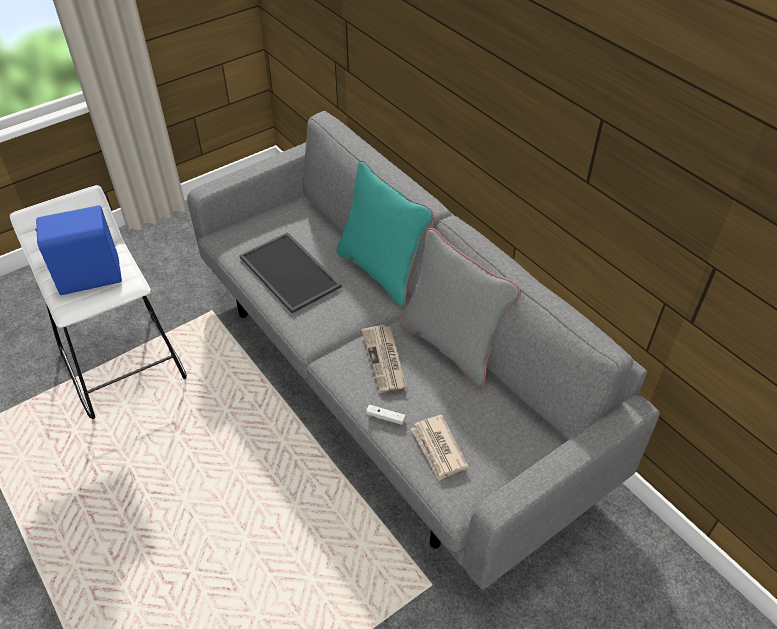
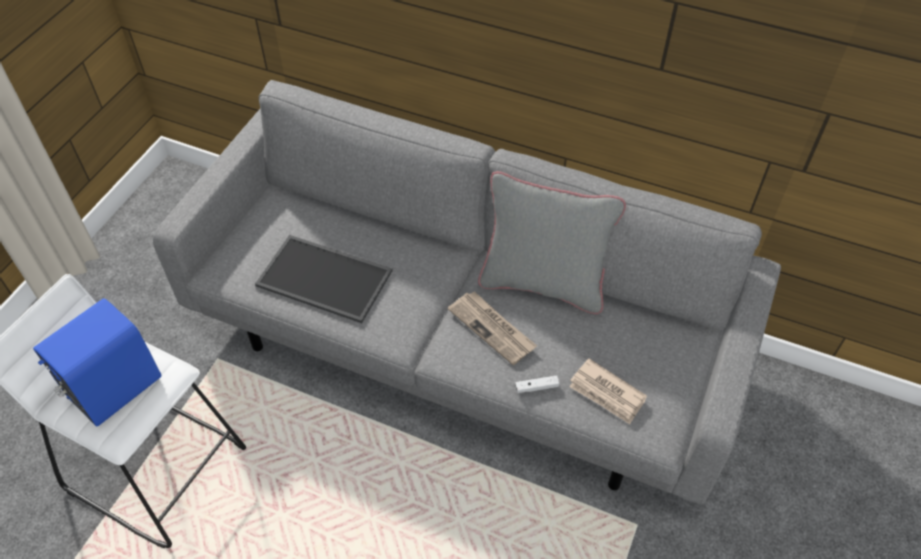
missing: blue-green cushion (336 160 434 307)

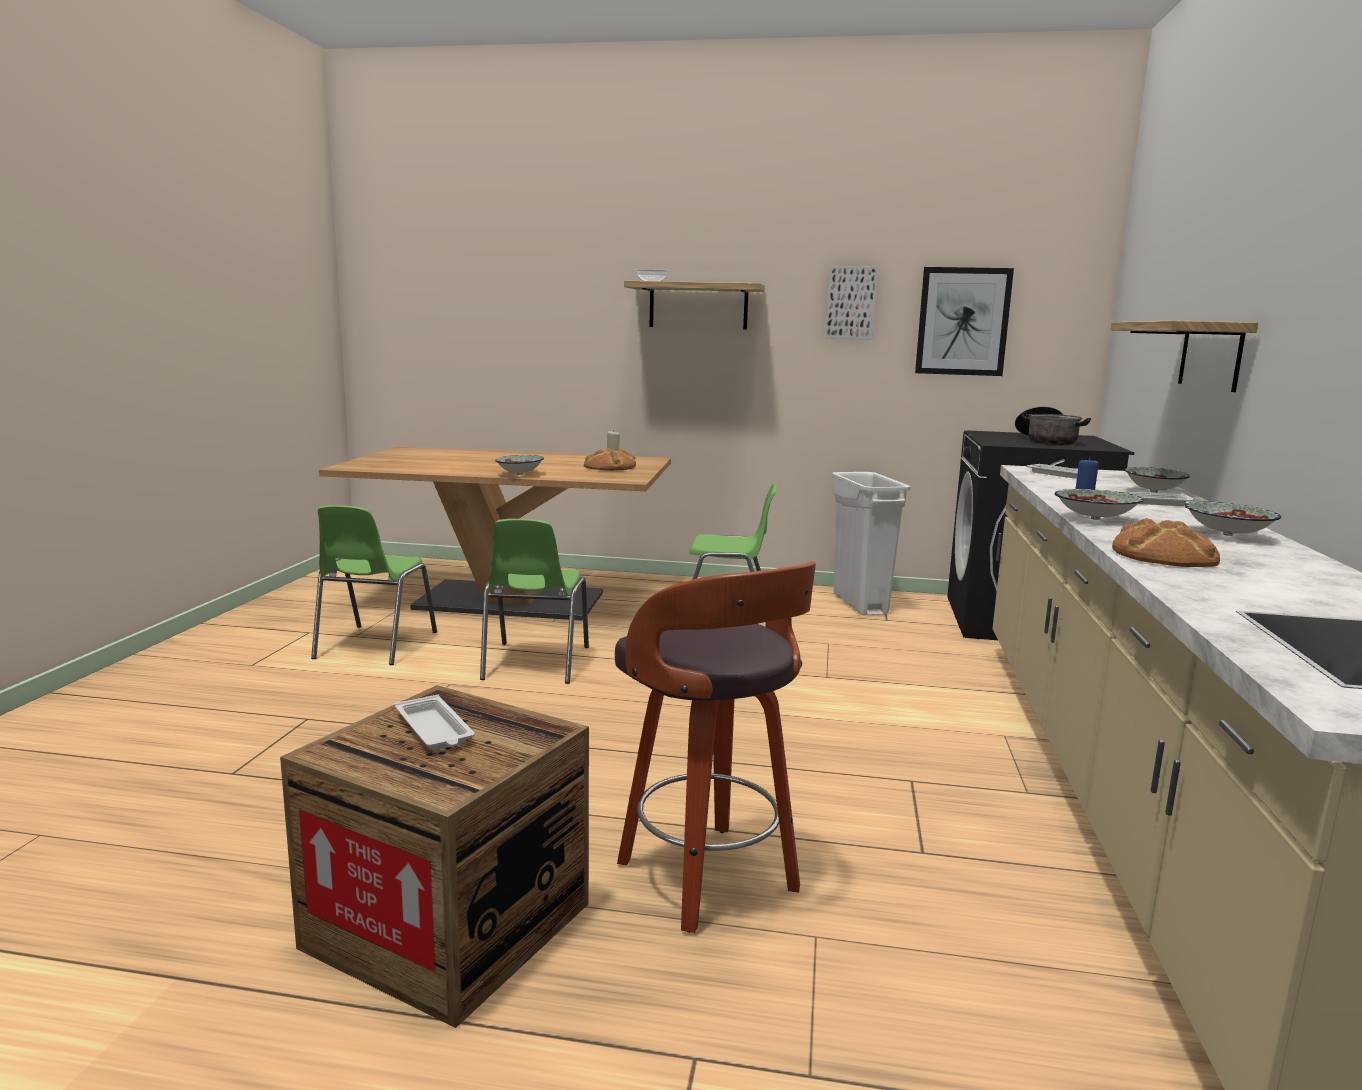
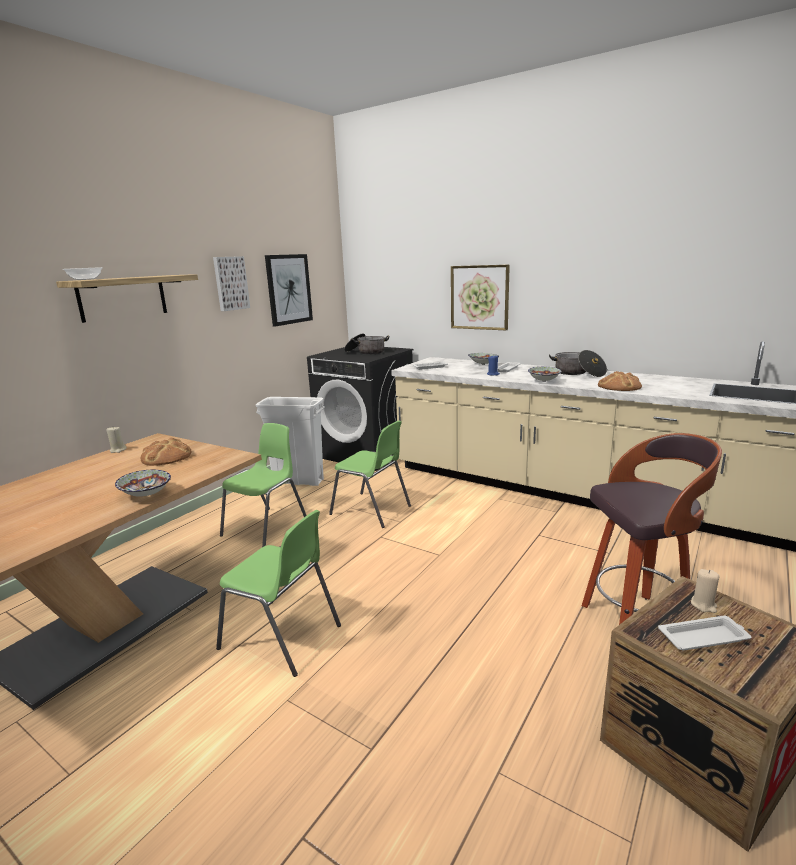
appeared: beige wax candle (691 569 719 613)
relocated: greenish plain chair (311 505 437 665) to (329 420 411 528)
exchanged: bracket shelf (1110 320 1258 392) to picture (451 265 510 330); bowl (1185 502 1281 536) to stockpot (549 350 607 377)

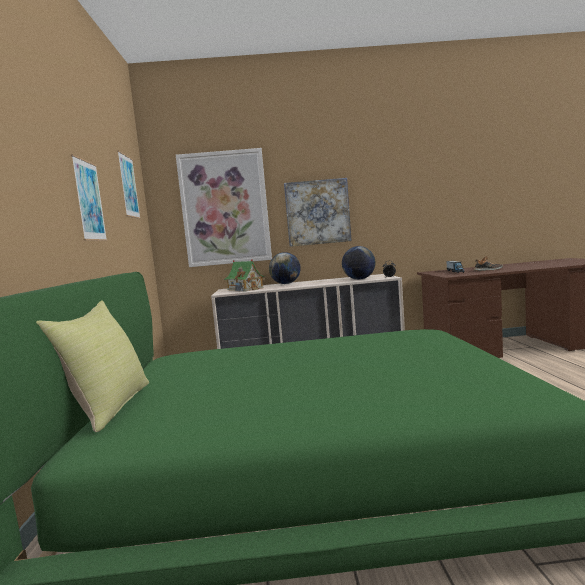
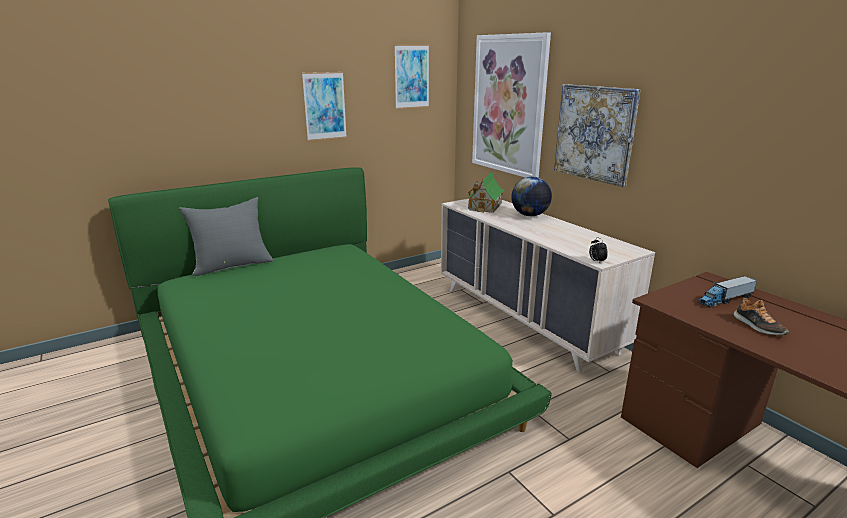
missing: desk globe (342 246 375 280)
colour: yellow cushion (36 300 149 432) to greyish cushion (179 197 274 276)

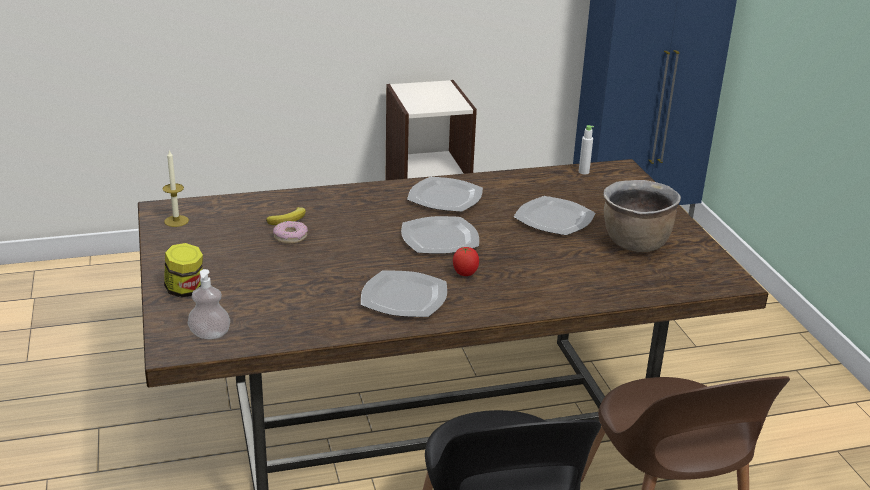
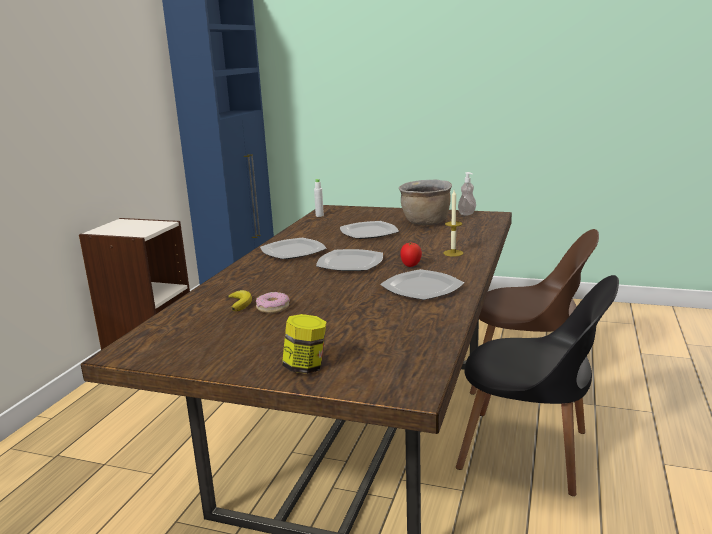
relocated: wax candle (163 149 189 227) to (443 190 463 257); soap bottle (188 269 230 339) to (458 172 476 215)

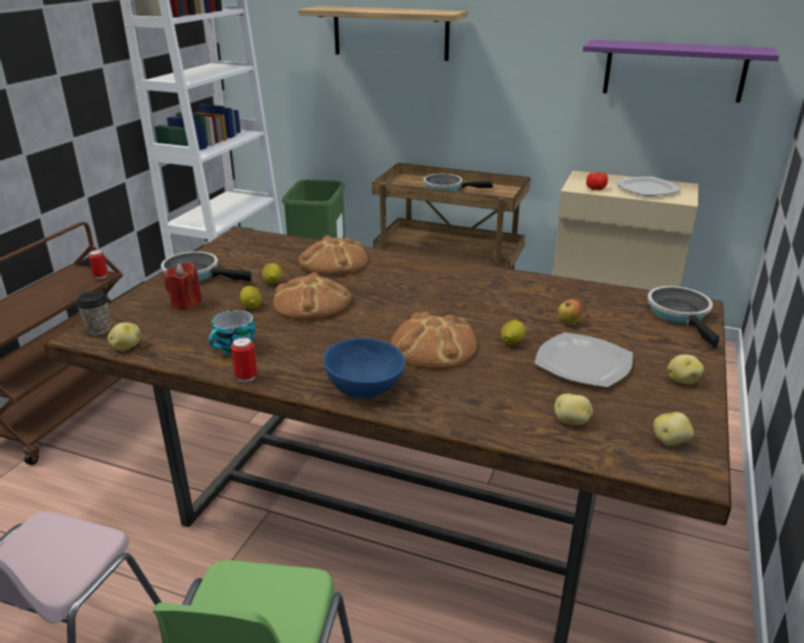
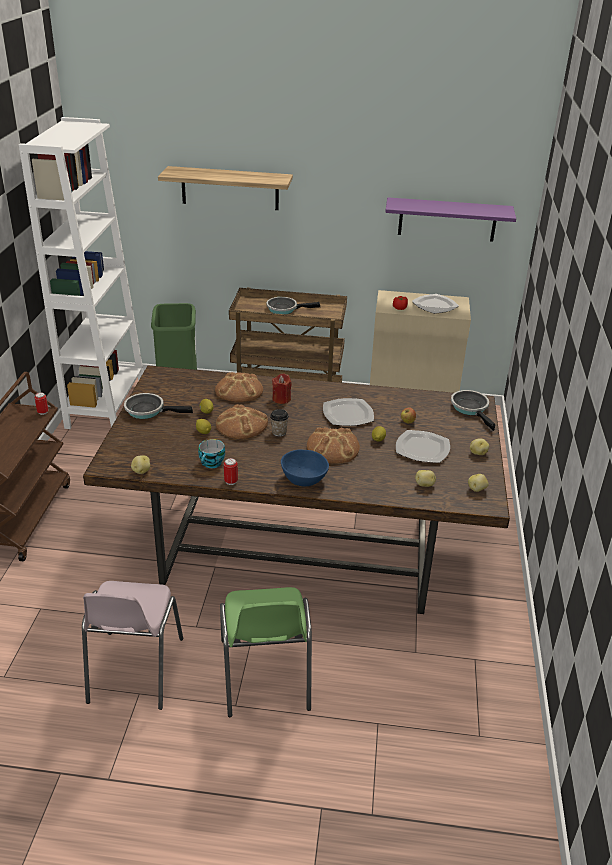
appeared: plate (323 398 374 426)
relocated: red wax candle (165 262 202 310) to (272 373 291 404); small cup (76 291 111 335) to (270 409 289 437)

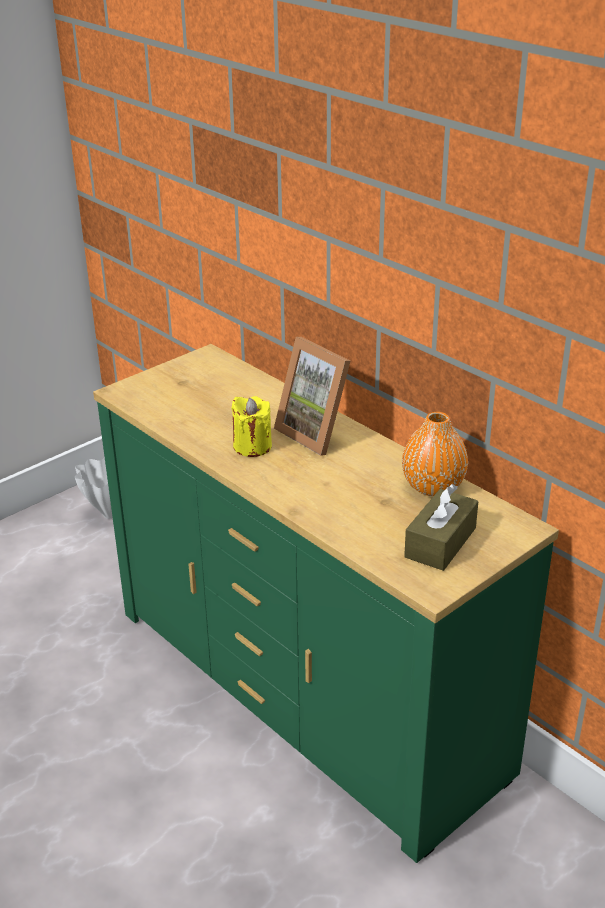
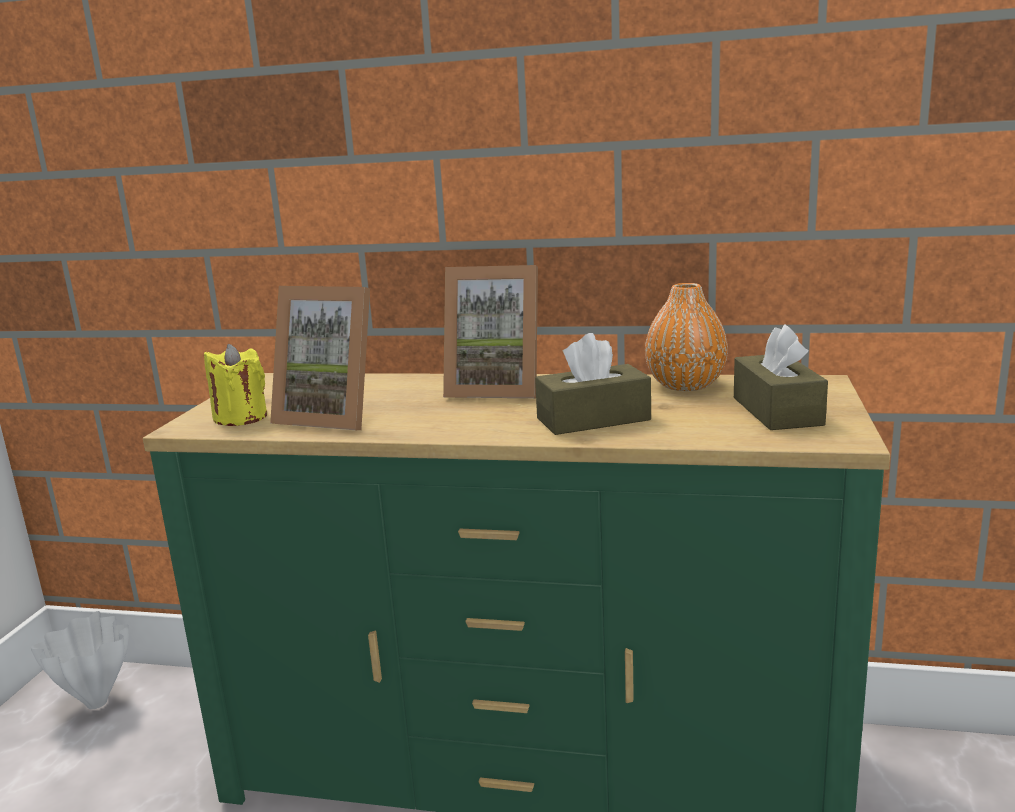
appeared: photo frame (270 286 370 430); brownish box of tissues (535 333 651 435)
relocated: yellow wax candle (231 396 272 457) to (204 344 267 426)

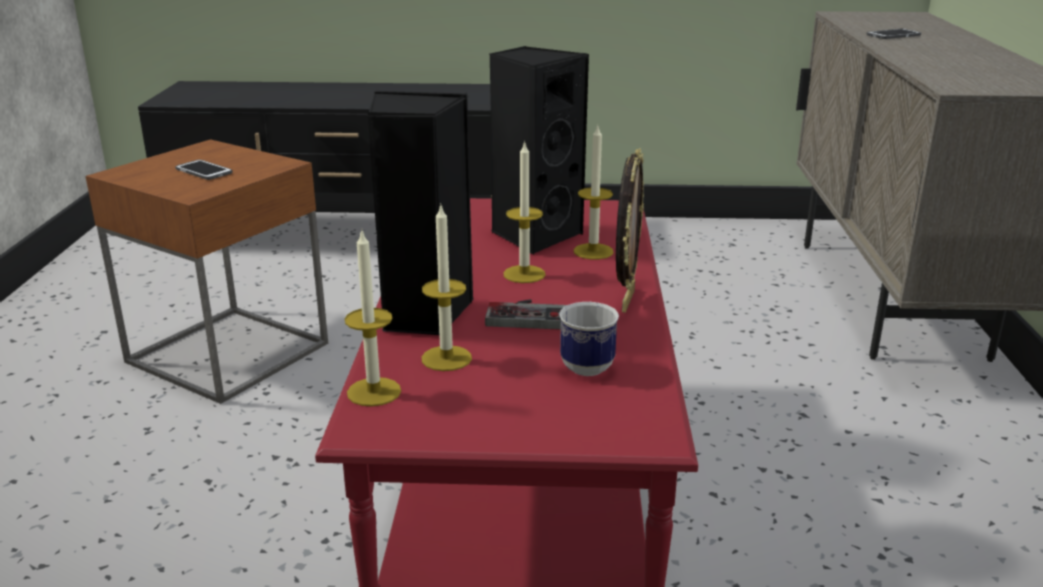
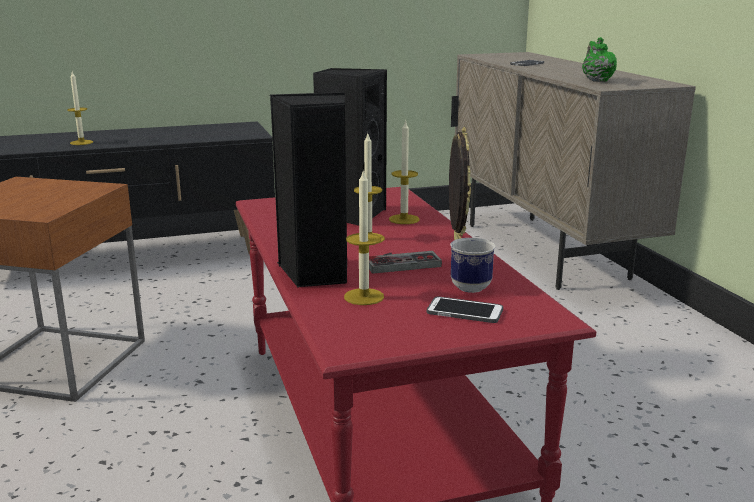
appeared: greenish pot for tea (582 37 617 82)
relocated: handset (175 160 233 180) to (427 296 503 323); wax candle (345 231 401 407) to (67 72 93 145)

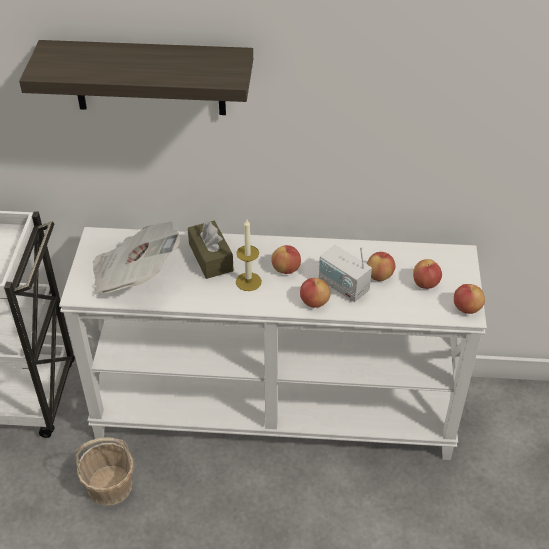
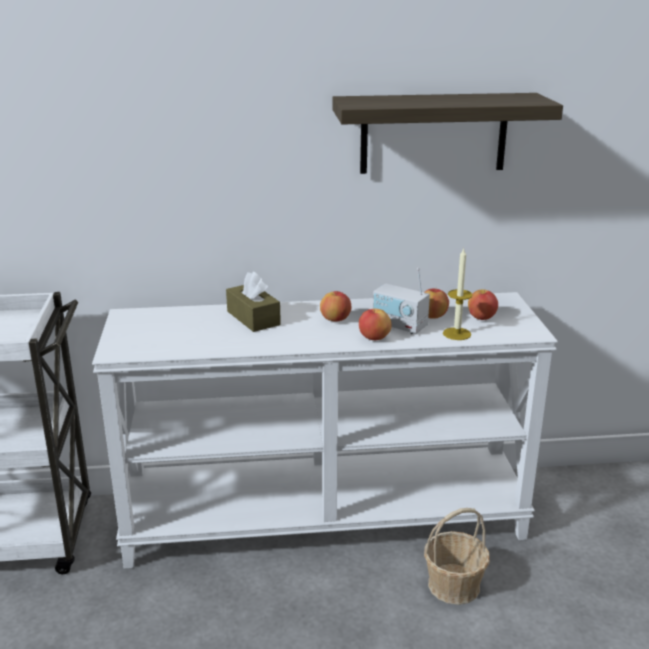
missing: daily paper (93 221 180 294); apple (454 284 485 314)
relocated: bracket shelf (19 40 253 115) to (332 93 563 174); wax candle (236 219 262 291) to (443 248 473 340); basket (75 437 134 506) to (424 508 490 605)

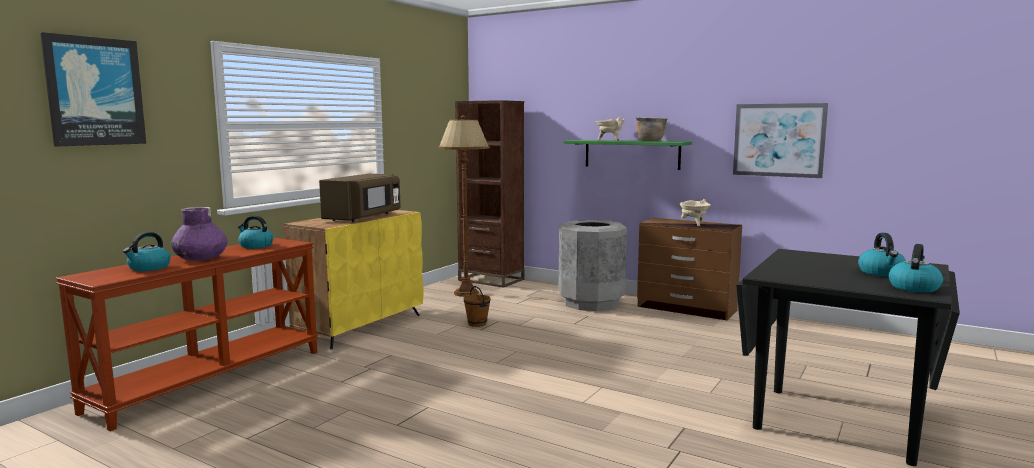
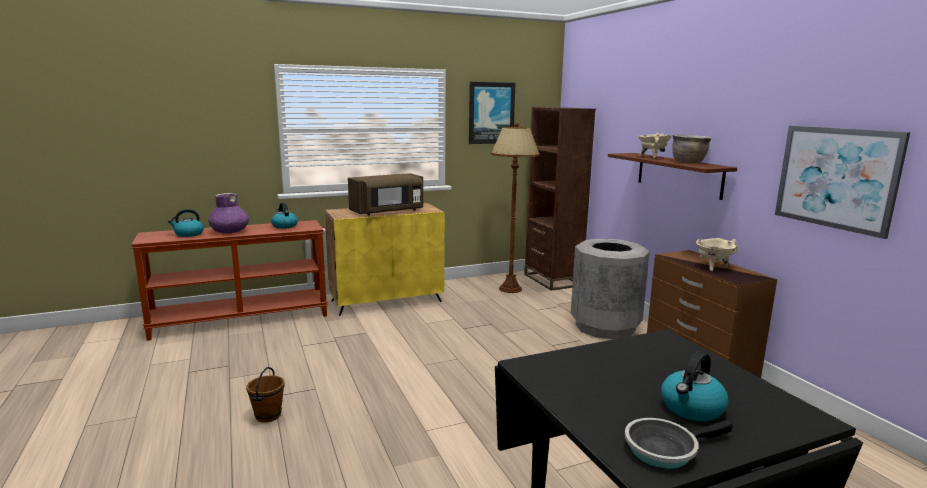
relocated: picture (40 32 146 147) to (469 82 516 144); brownish pail (464 286 491 327) to (246 367 285 423)
exchanged: tea kettle (889 244 943 293) to skillet (625 418 733 469)
colour: greenish bracket shelf (563 140 692 170) to brownish bracket shelf (608 153 737 200)

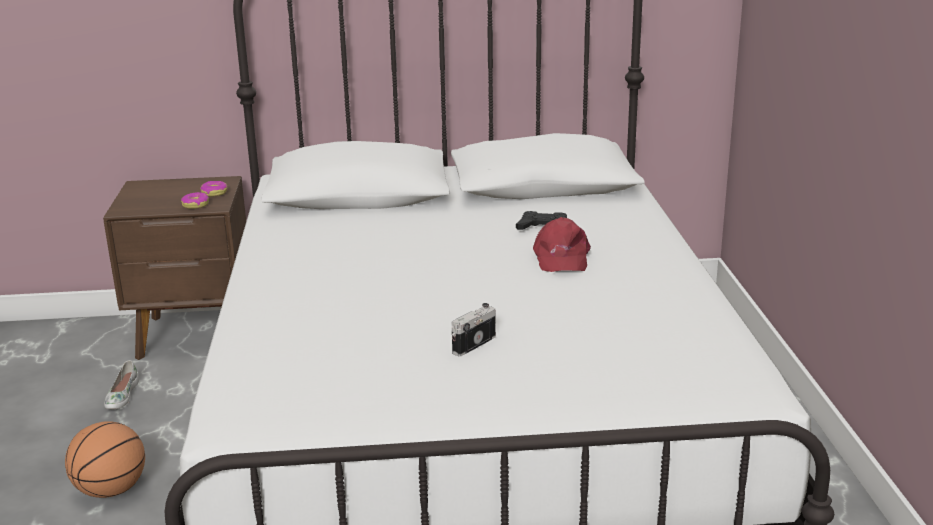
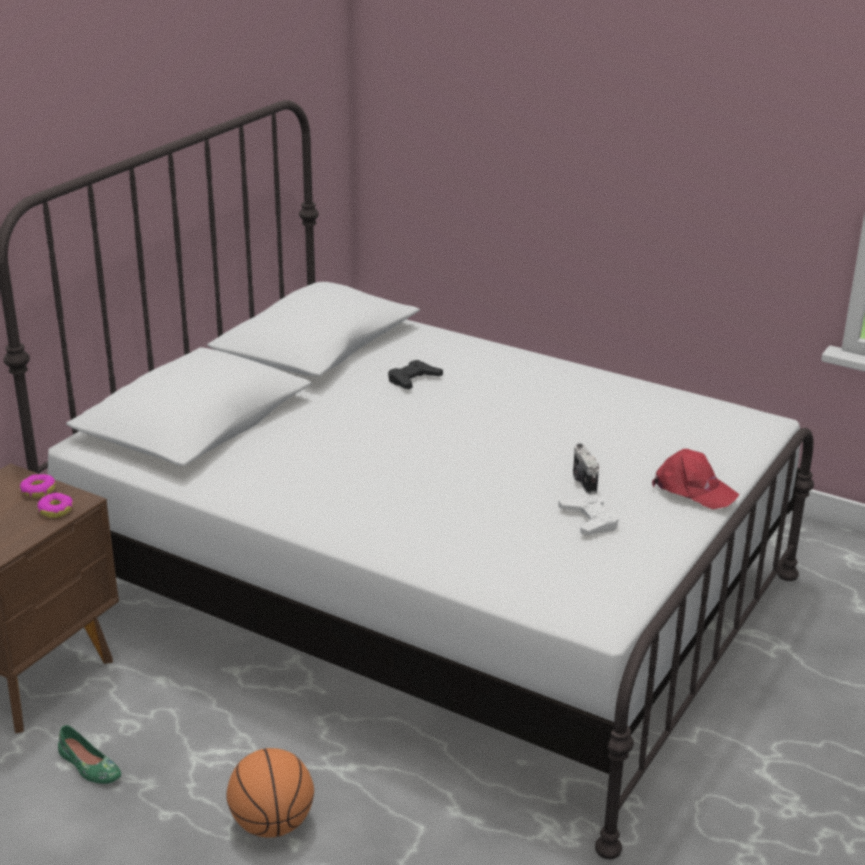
appeared: white gamepad (558 495 619 535)
relocated: red baseball cap (533 217 591 272) to (652 449 740 509)
colour: white low shoe (104 360 139 409) to greenish low shoe (58 725 121 784)

